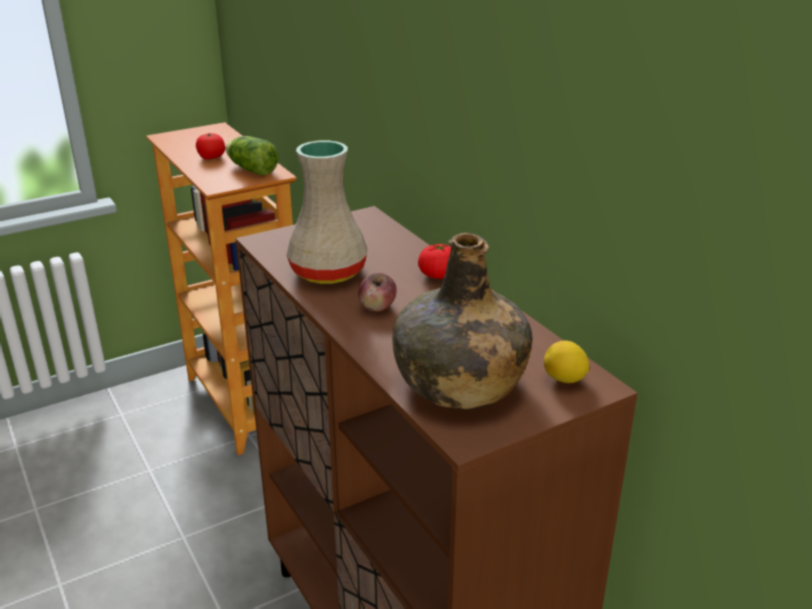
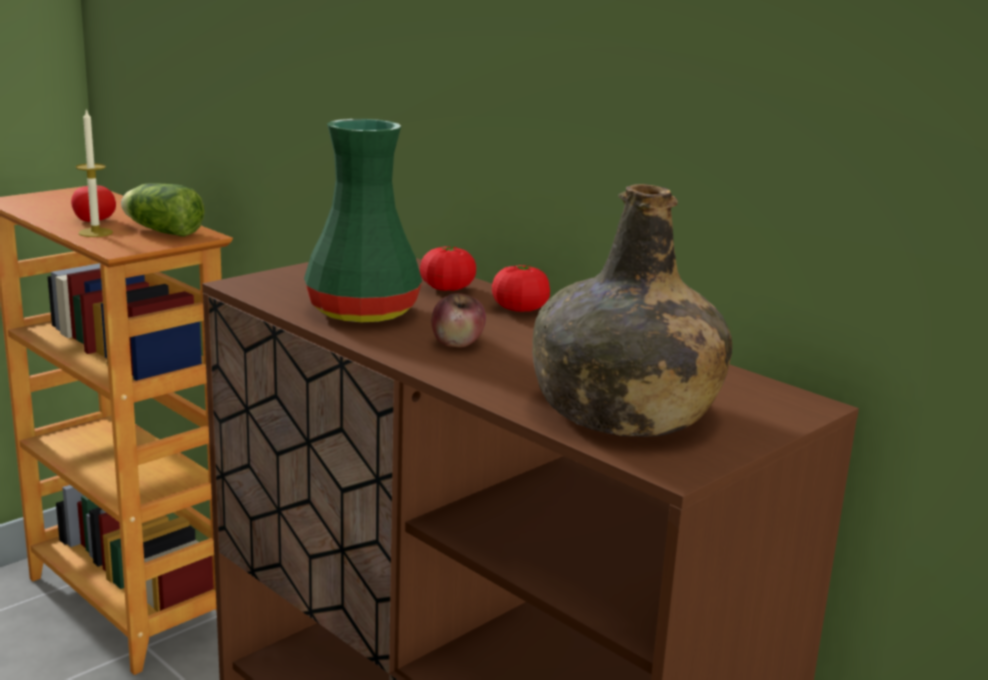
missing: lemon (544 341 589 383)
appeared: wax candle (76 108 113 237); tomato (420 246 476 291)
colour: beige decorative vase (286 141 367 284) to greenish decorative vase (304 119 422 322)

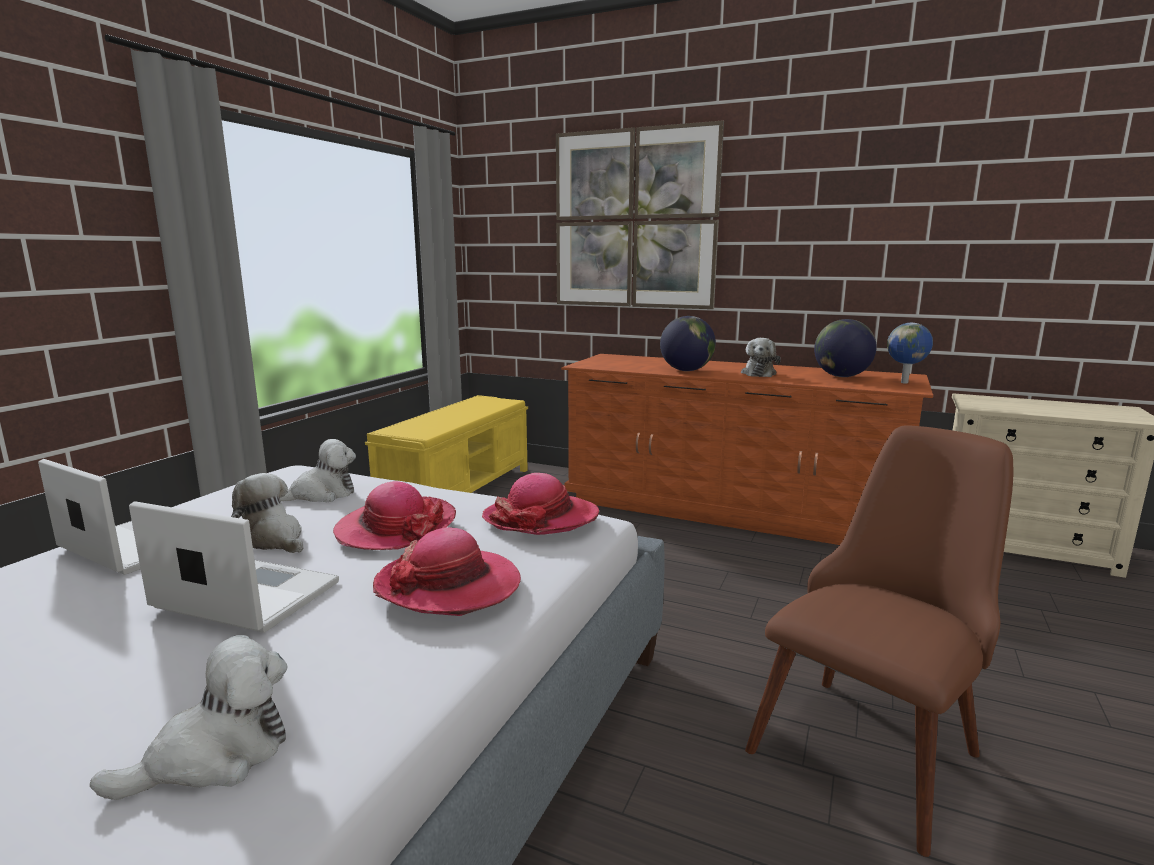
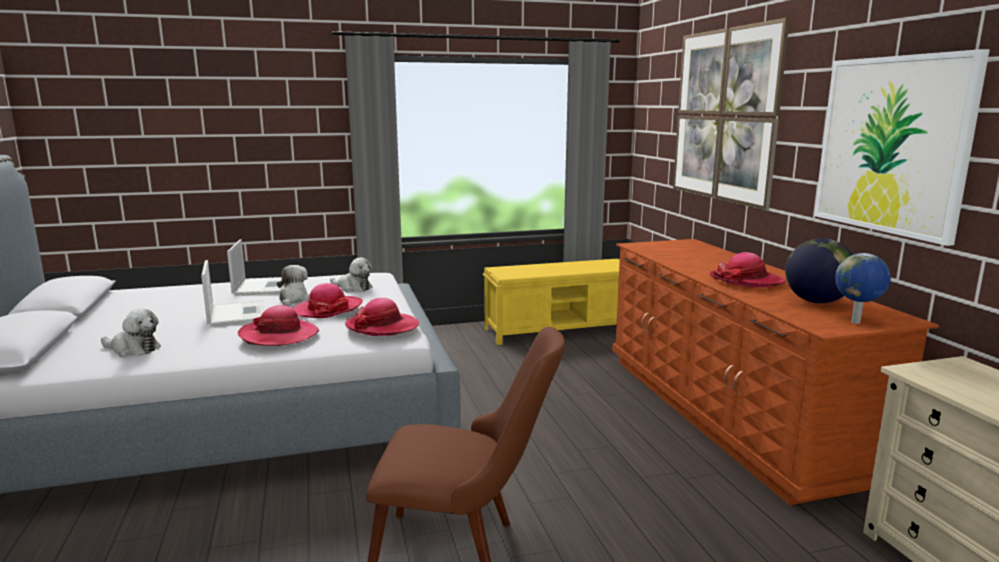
missing: desk globe (660 316 716 371)
appeared: picture (814 49 990 246)
exchanged: plush toy (741 338 781 377) to clothing hat (709 252 786 288)

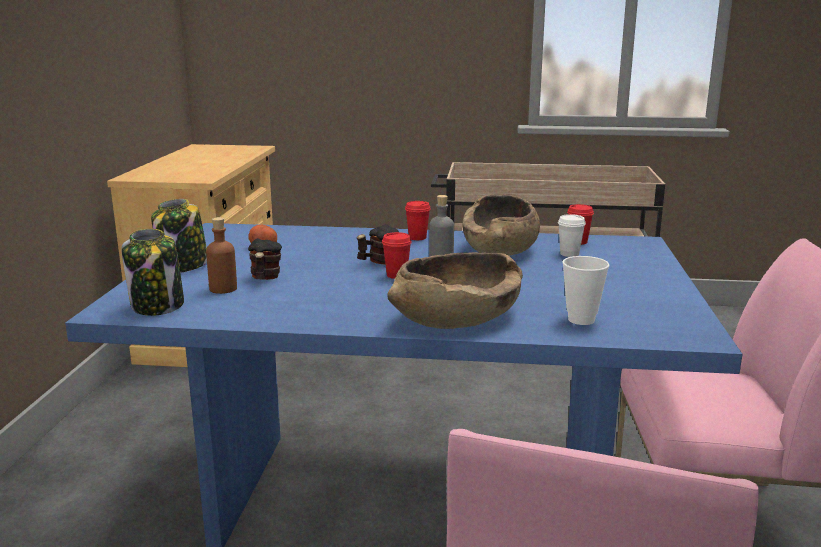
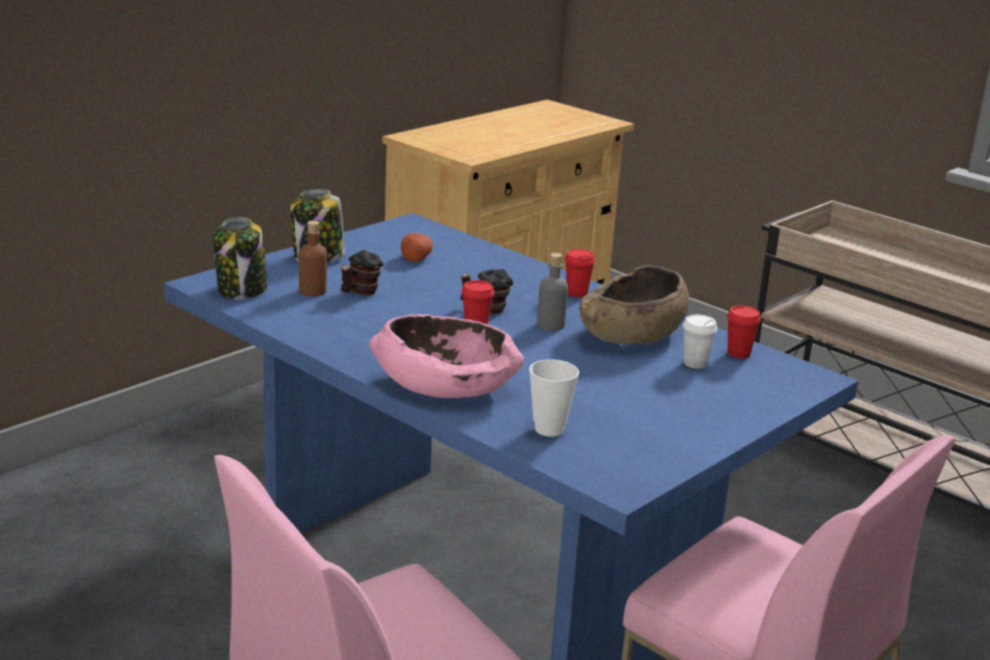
colour: brownish bowl (387 252 523 329) to pinkish bowl (369 314 524 398)

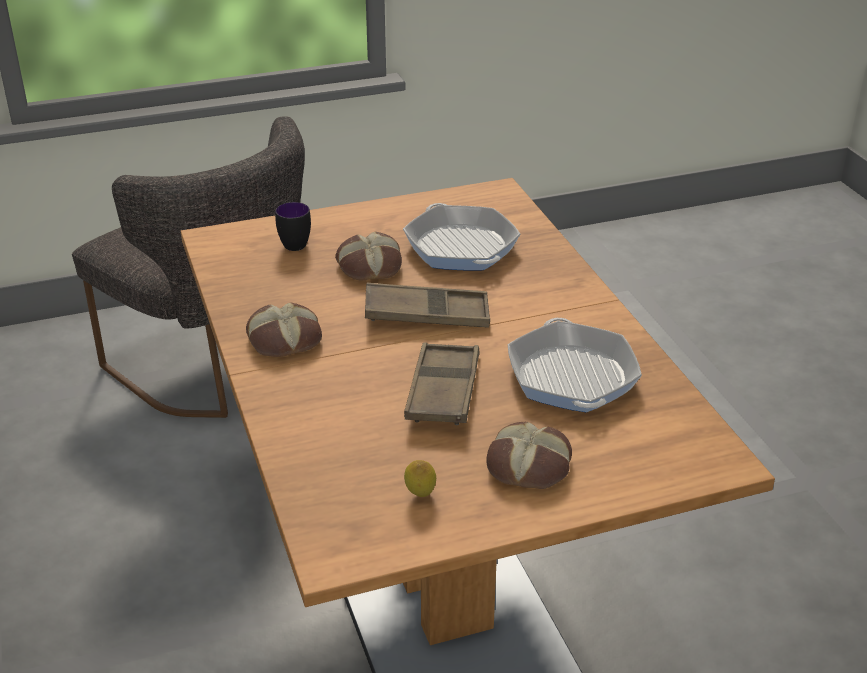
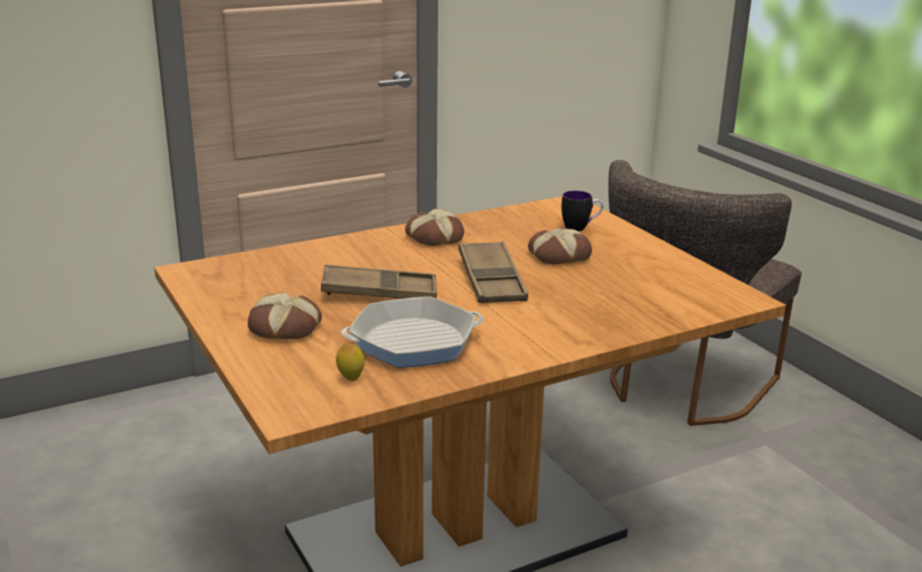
missing: skillet (403 203 520 271)
relocated: lemon (404 460 436 497) to (336 343 364 381)

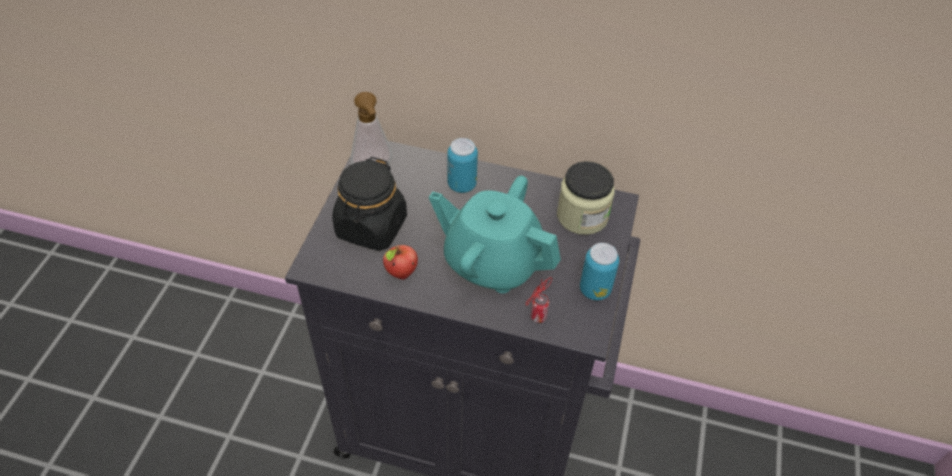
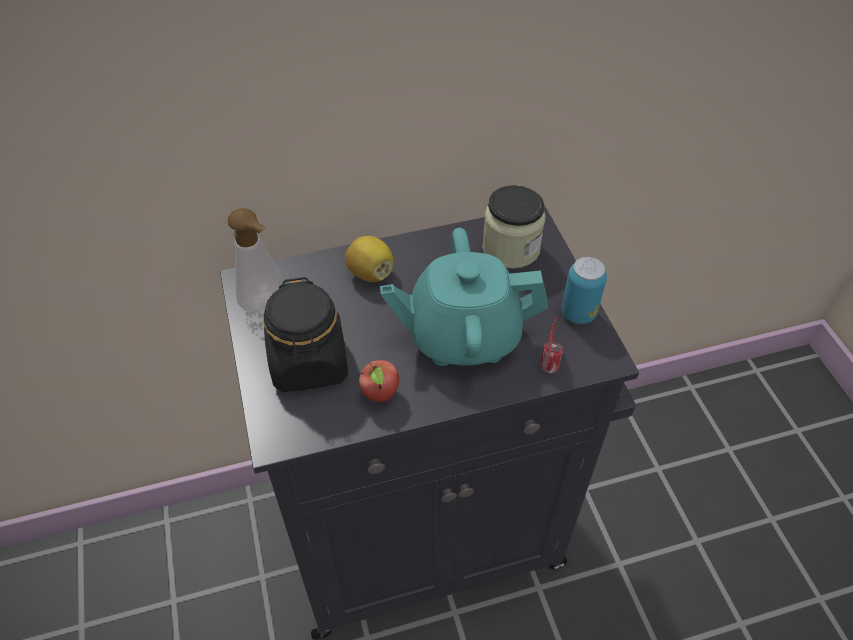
exchanged: can (448 138 478 193) to lemon (345 236 394 282)

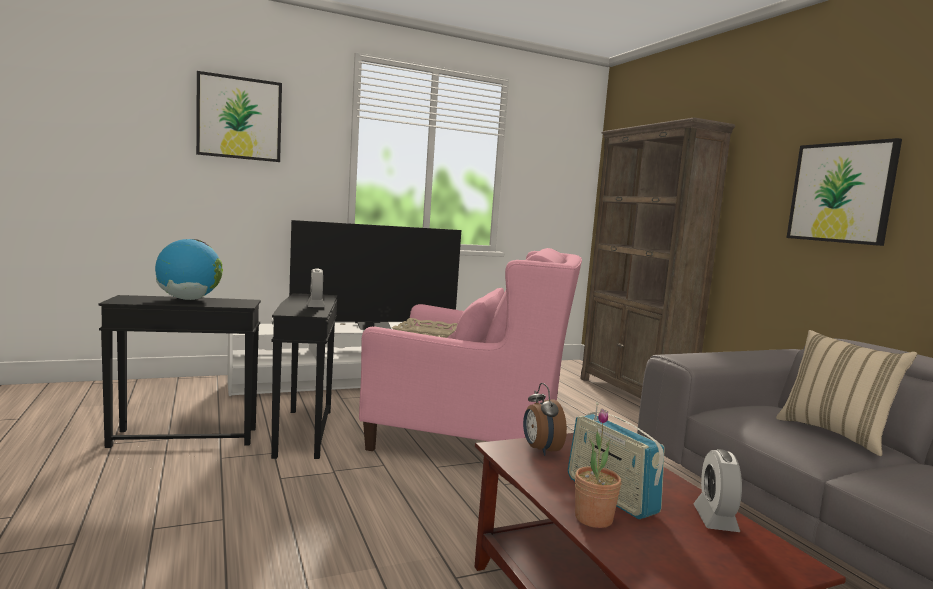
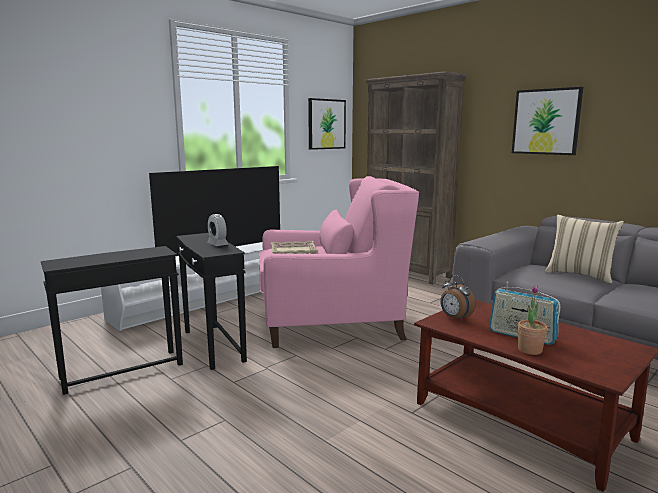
missing: desk globe (155 239 223 300); bedside clock (693 449 742 532)
relocated: picture (196 71 282 162) to (308 98 346 150)

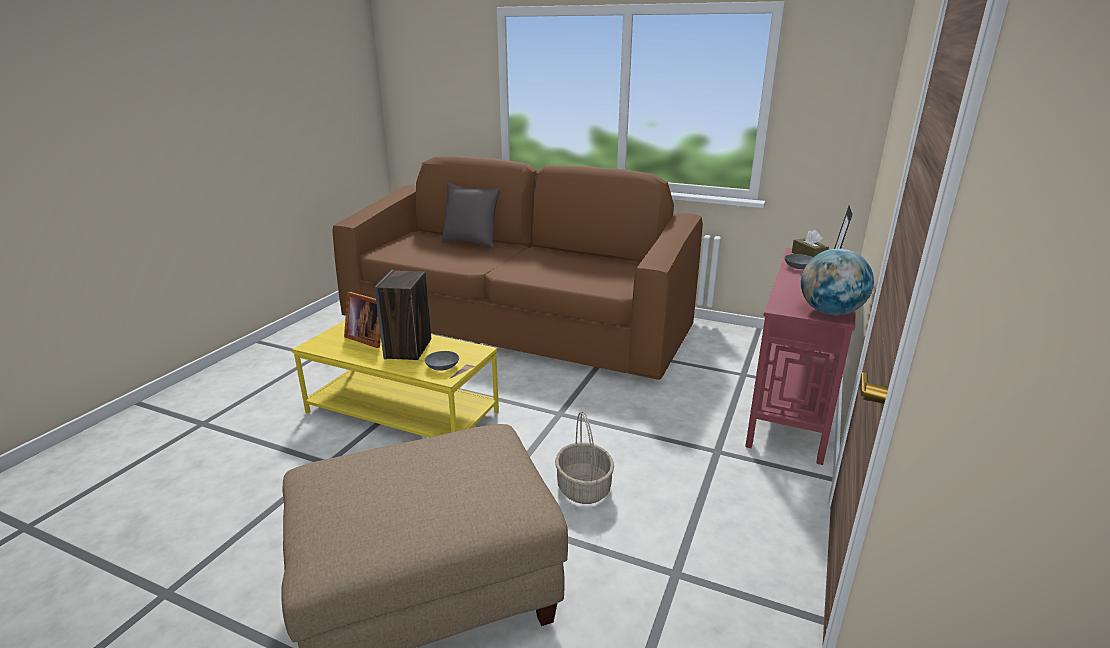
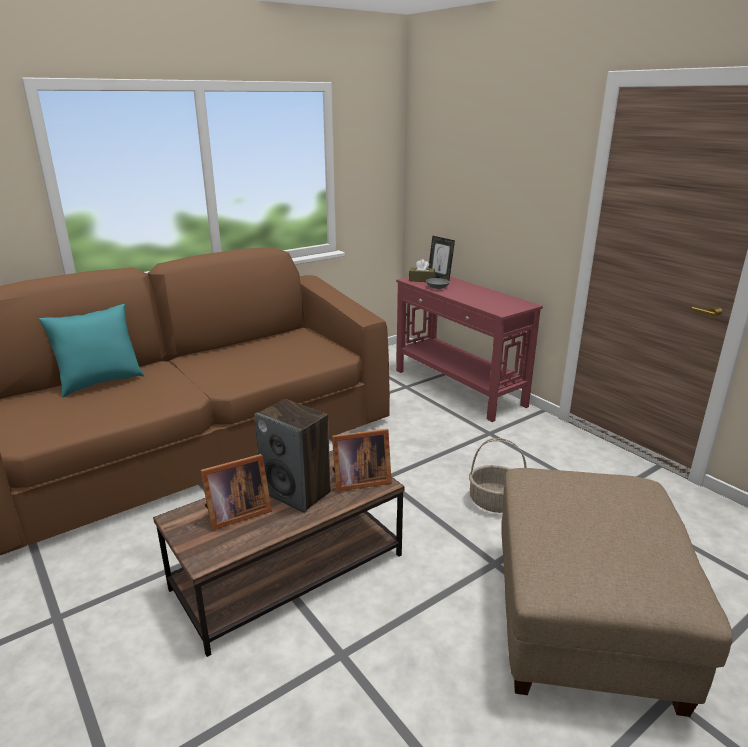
missing: desk globe (801 248 874 315)
exchanged: greyish bowl (424 351 459 371) to photo frame (332 429 392 492)
colour: greyish cushion (441 183 500 249) to blue-green cushion (39 304 145 397); yellow coffee table (292 320 499 438) to brownish coffee table (153 450 405 657)

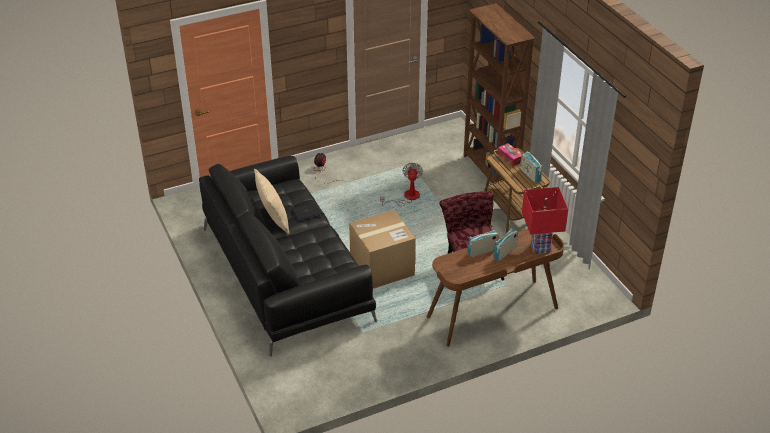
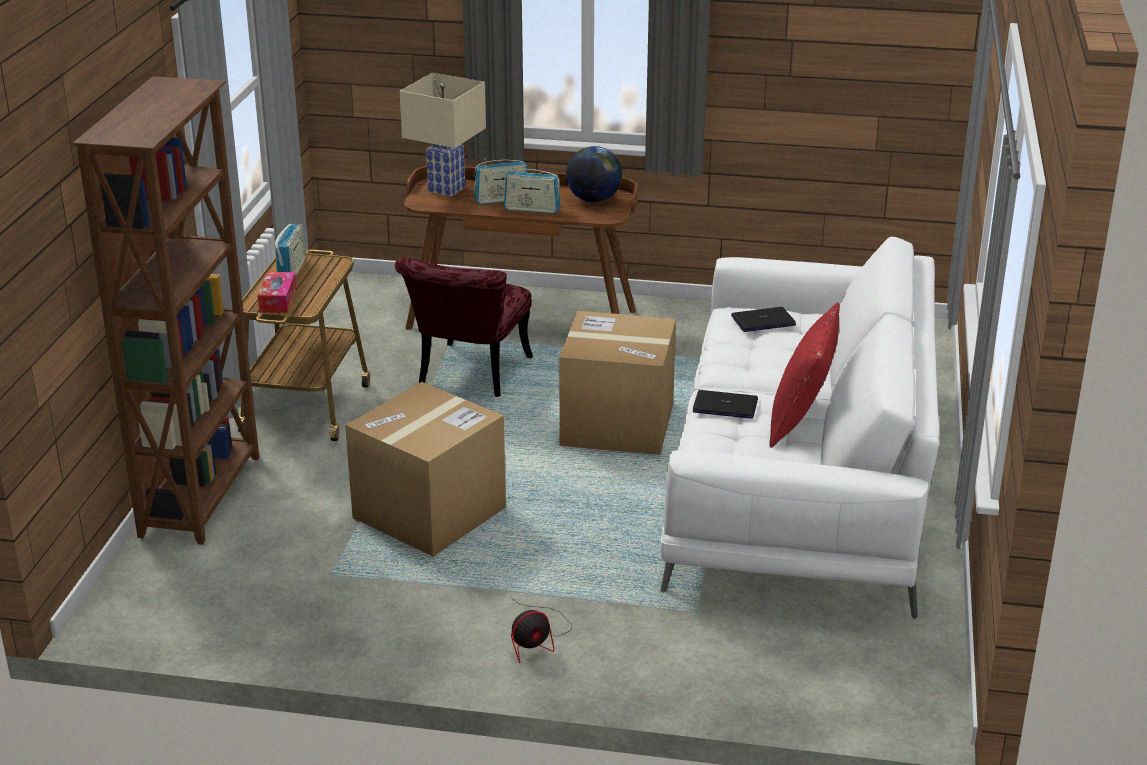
appeared: desk globe (566 146 622 202); laptop (731 307 796 332)
exchanged: electric fan (380 163 423 206) to packing box (345 382 506 557)
colour: blackish sofa (199 156 377 356) to white sofa (660 237 939 619); beige cushion (254 169 289 234) to red cushion (769 302 840 448); red table lamp (522 187 568 254) to beige table lamp (400 73 486 197)

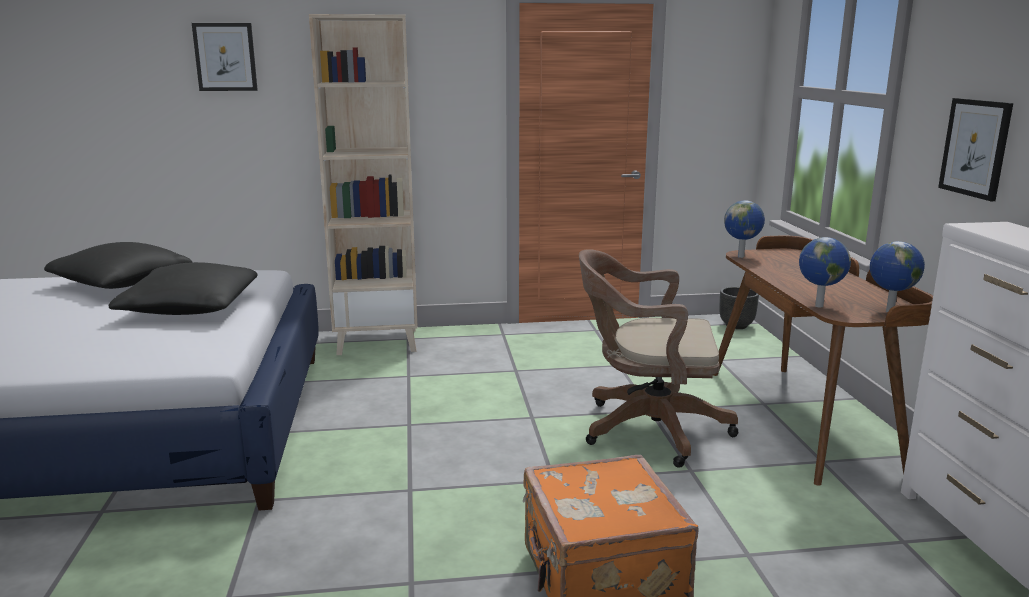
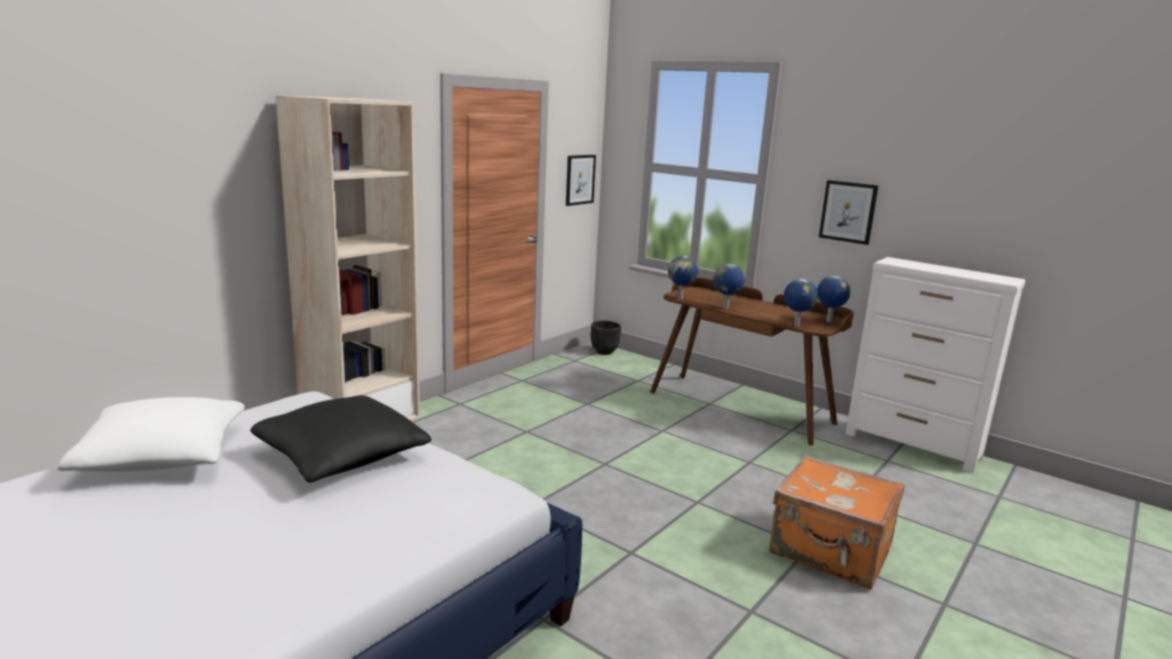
missing: brownish computer chair (579 249 739 468)
appeared: desk globe (713 264 745 309)
relocated: picture (192 23 258 91) to (566 155 596 206)
colour: blackish cushion (44 242 192 289) to white cushion (57 397 245 472)

